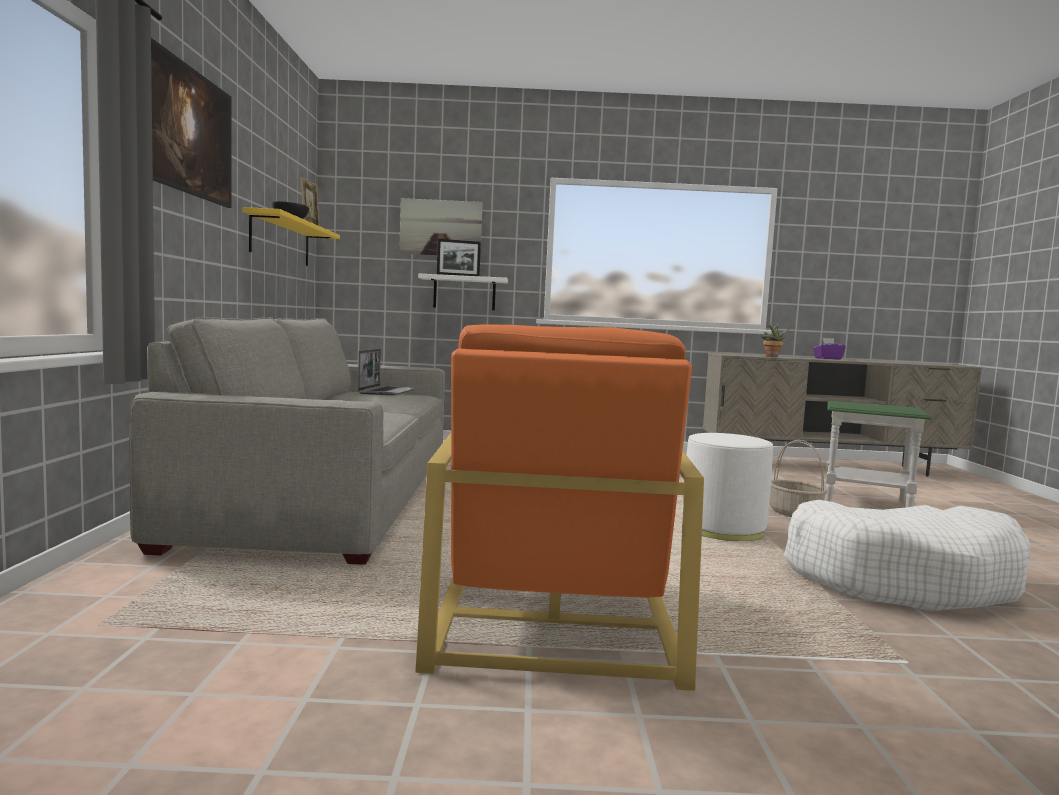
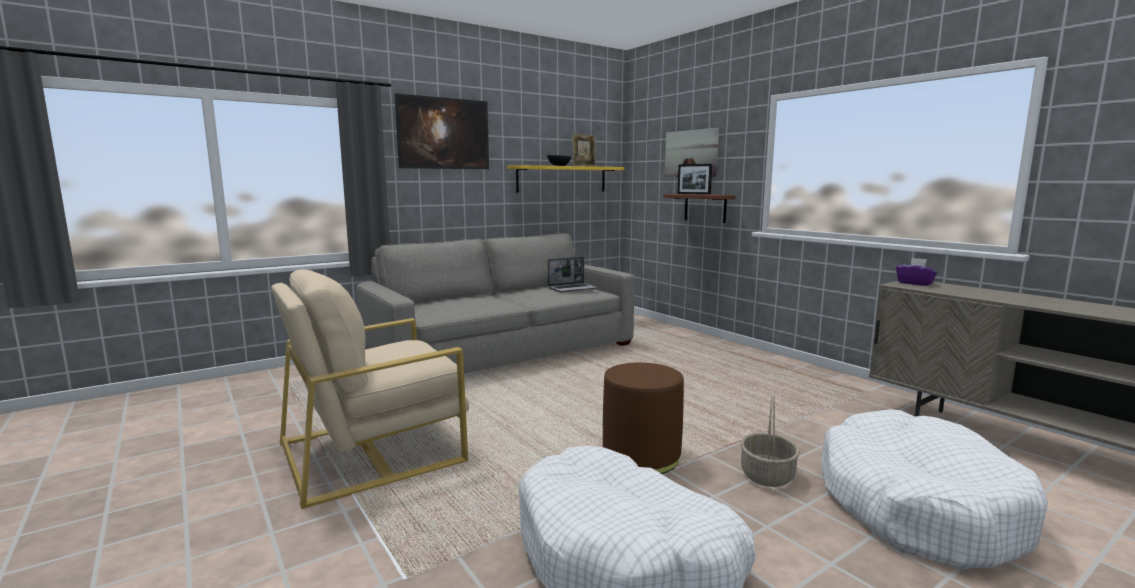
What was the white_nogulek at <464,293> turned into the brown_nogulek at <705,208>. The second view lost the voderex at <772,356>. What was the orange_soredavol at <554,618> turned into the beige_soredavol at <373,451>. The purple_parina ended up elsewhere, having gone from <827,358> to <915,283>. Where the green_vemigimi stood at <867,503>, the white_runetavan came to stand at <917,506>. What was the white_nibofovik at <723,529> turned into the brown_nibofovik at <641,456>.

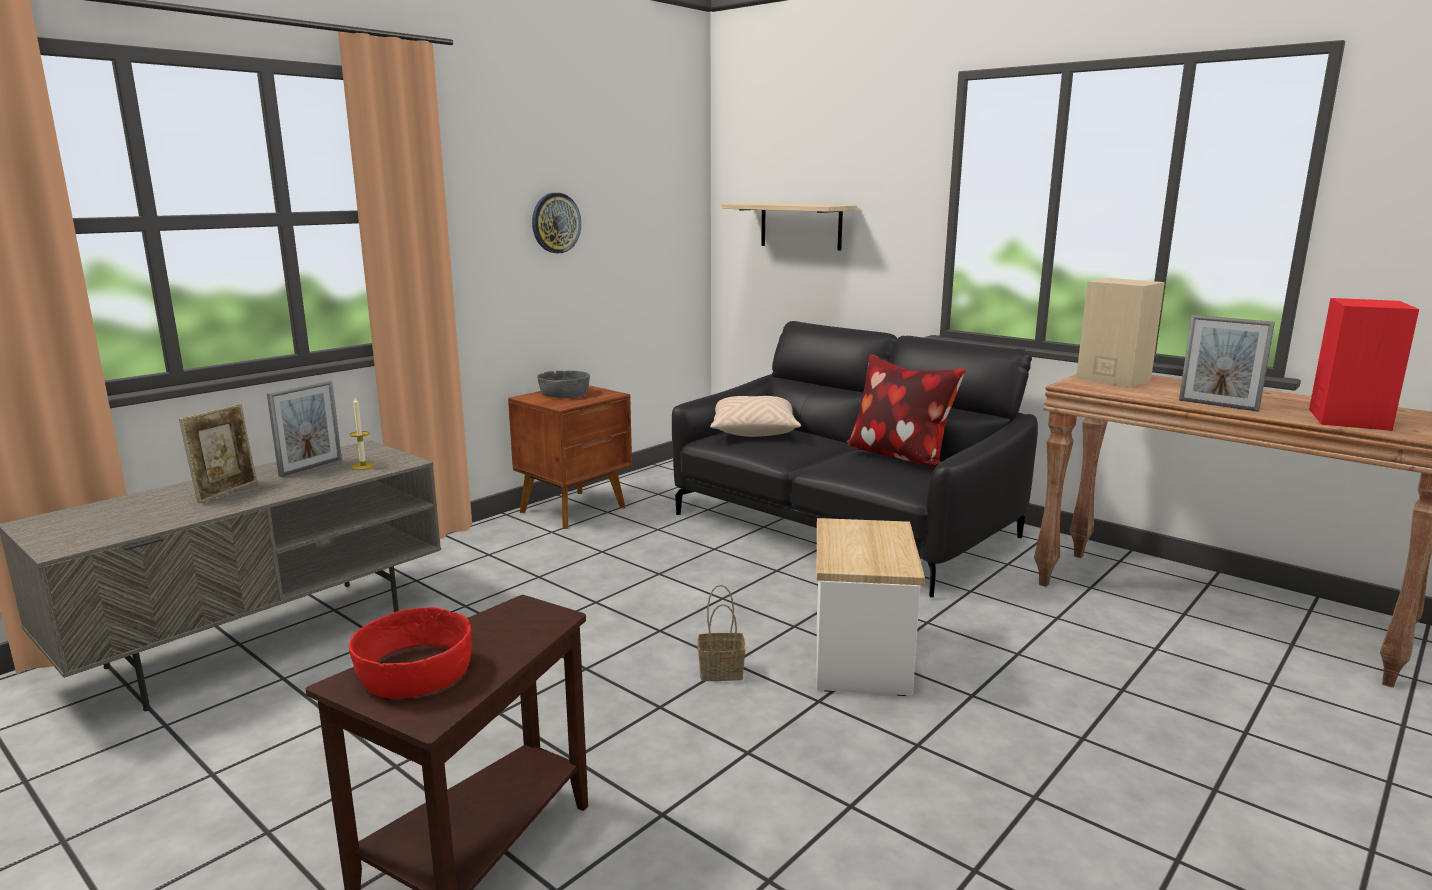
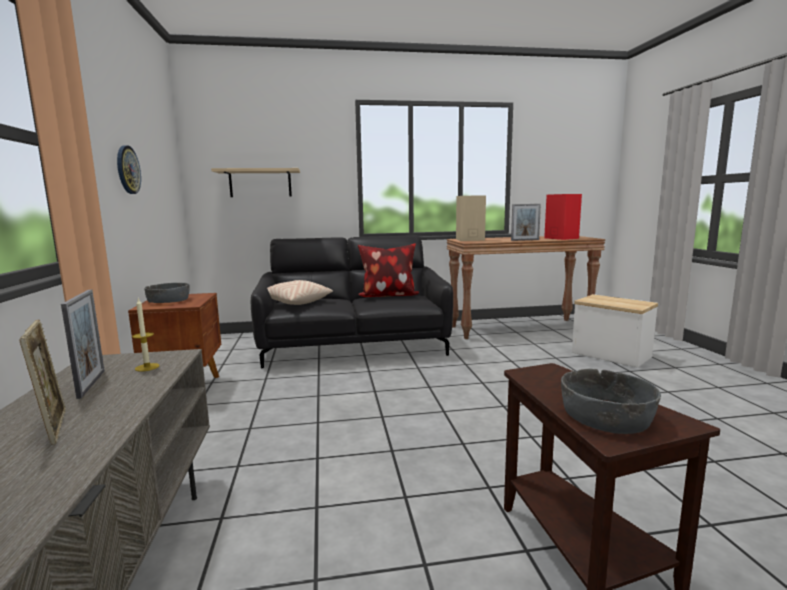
The vemigimi ended up elsewhere, having gone from <862,657> to <611,355>. The second view lost the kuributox at <722,671>. What was the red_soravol at <413,673> turned into the grey_soravol at <607,416>.

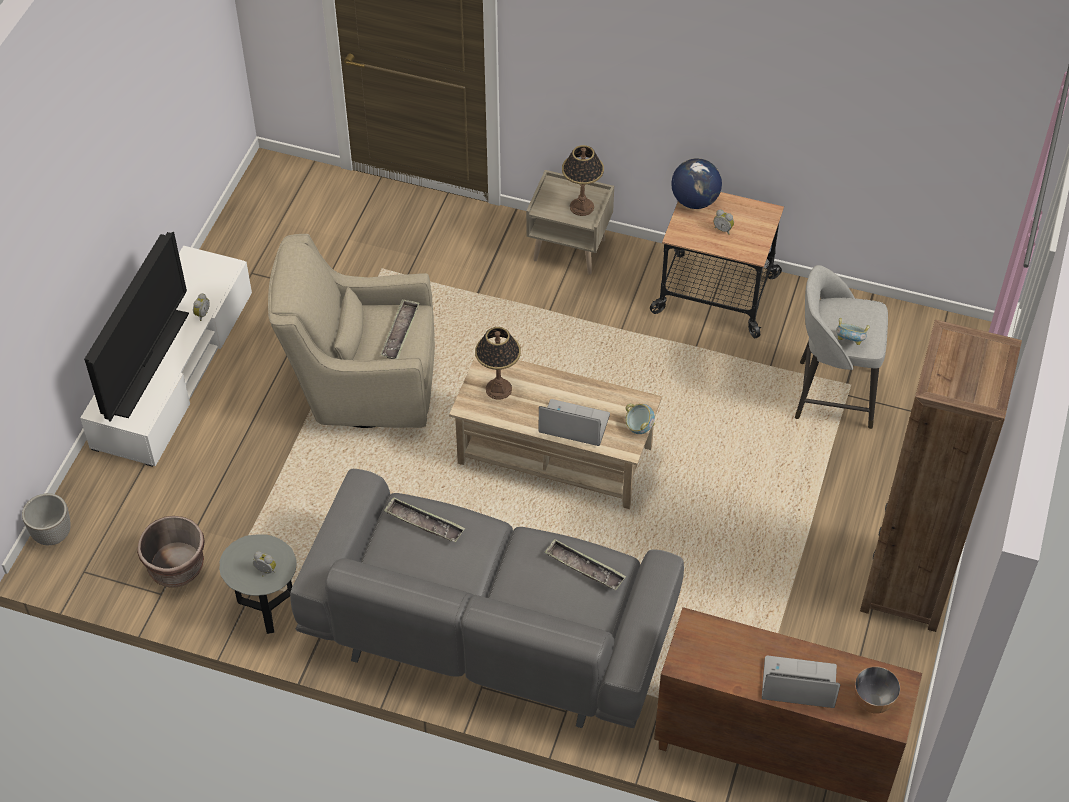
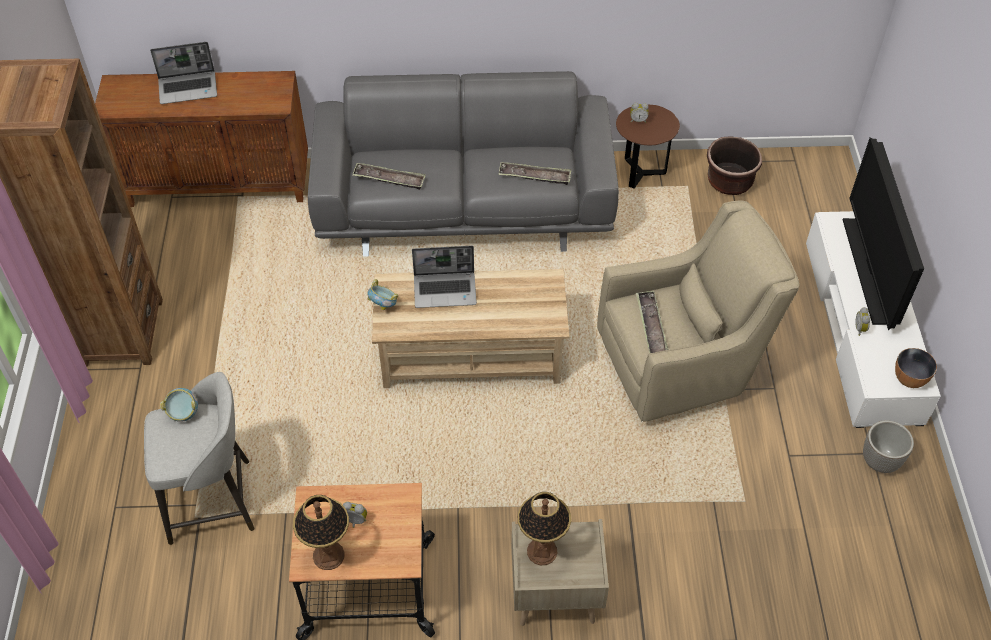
The second view lost the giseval at <694,201>. The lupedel ended up elsewhere, having gone from <498,388> to <329,555>. The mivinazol ended up elsewhere, having gone from <53,535> to <879,461>. What was the grey_vemigimi at <267,609> turned into the brown_vemigimi at <641,173>. The soravol ended up elsewhere, having gone from <872,701> to <909,379>.

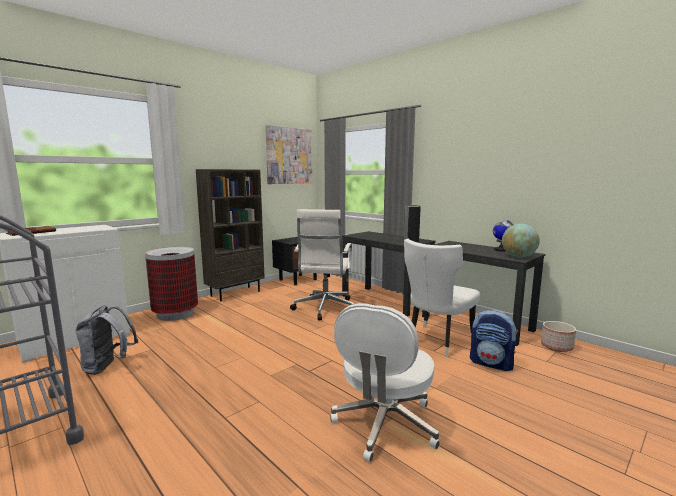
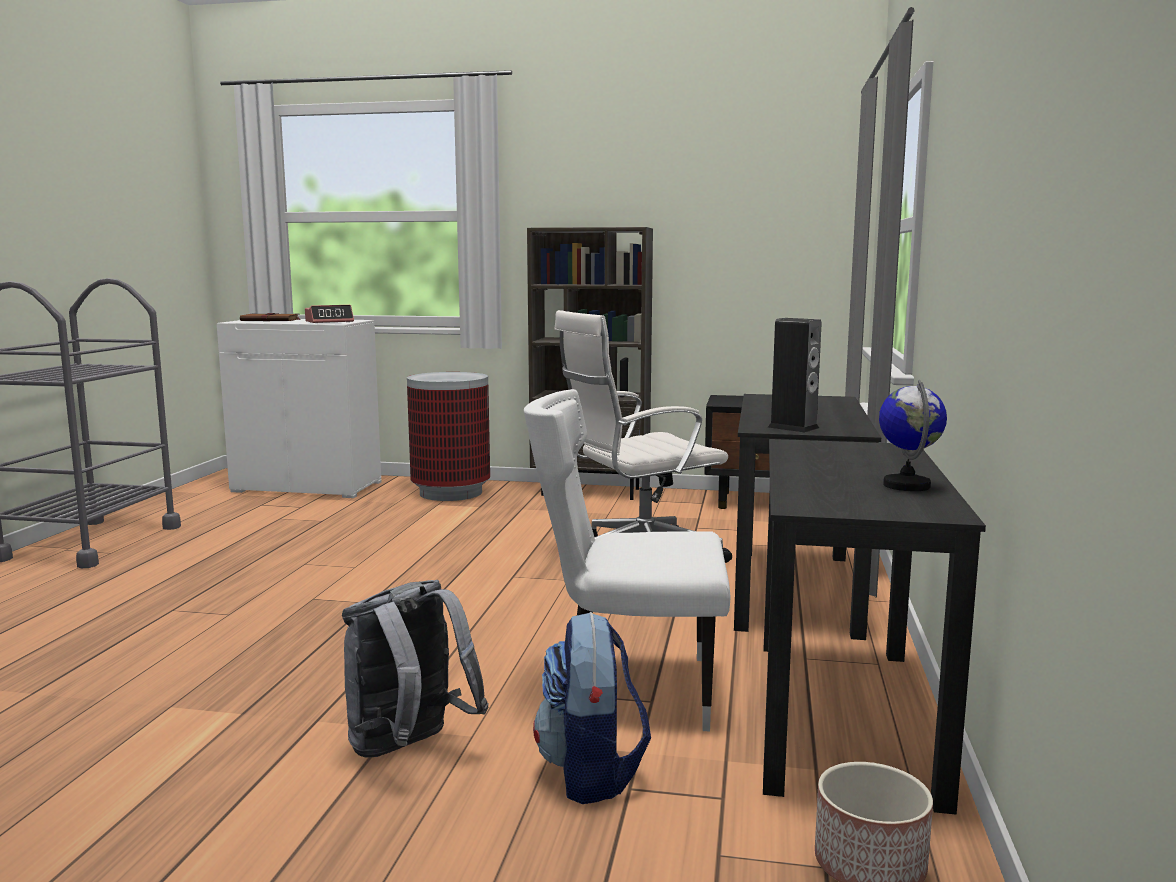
The second view lost the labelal at <289,156>. The second view lost the giseval at <518,257>. The second view lost the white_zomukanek at <384,425>. The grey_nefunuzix ended up elsewhere, having gone from <108,367> to <409,748>. The second view gained the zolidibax at <329,321>.

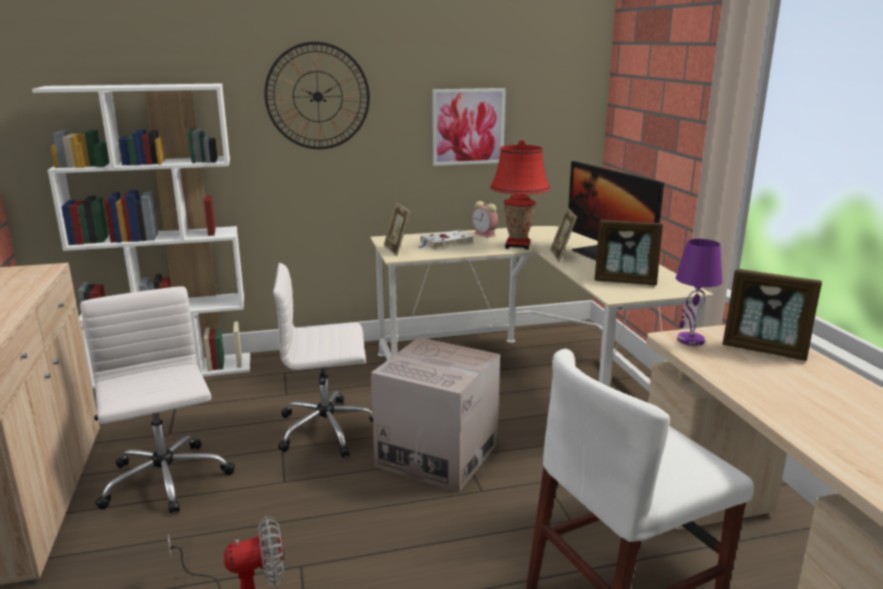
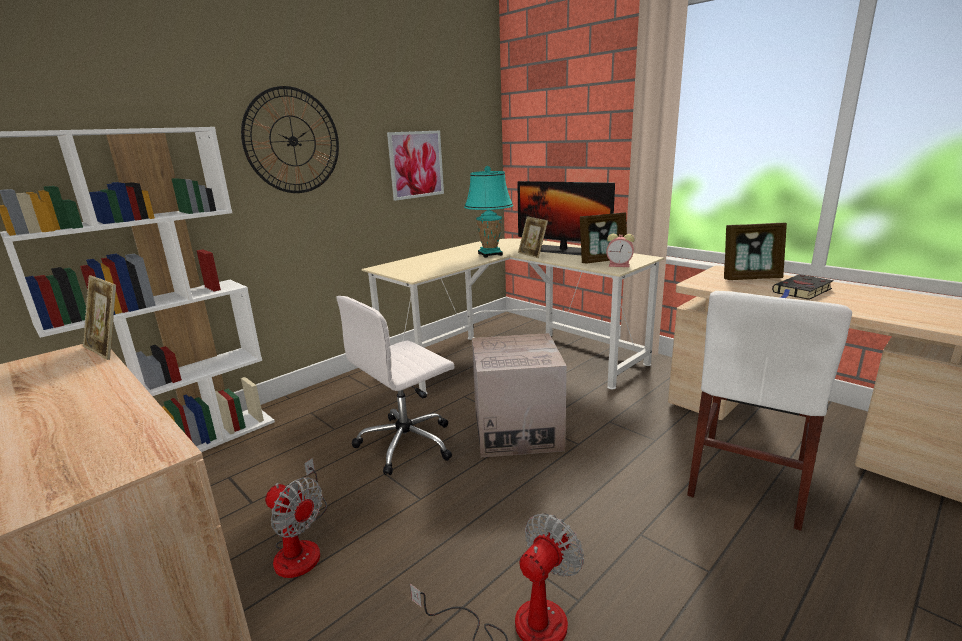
What was the red_lupedel at <518,245> turned into the turquoise_lupedel at <490,254>. The zolidibax ended up elsewhere, having gone from <485,234> to <620,265>. The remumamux ended up elsewhere, having gone from <397,250> to <109,349>. The second view lost the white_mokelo at <445,244>. The second view lost the purple_lupedel at <690,340>. Where the white_zomukanek stood at <166,481>, the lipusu came to stand at <301,546>. The second view gained the black_mokelo at <801,291>.

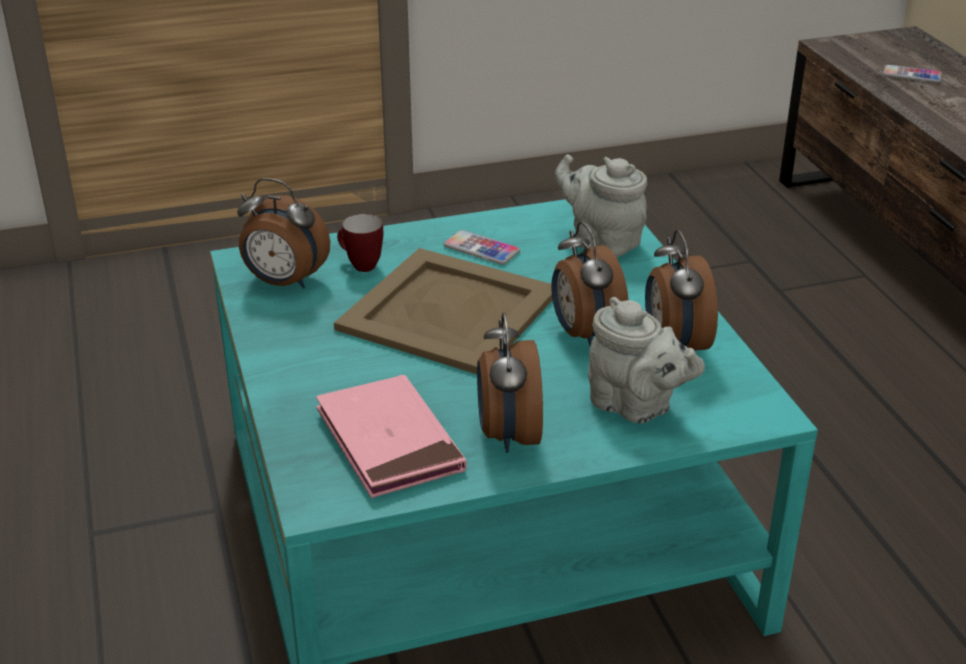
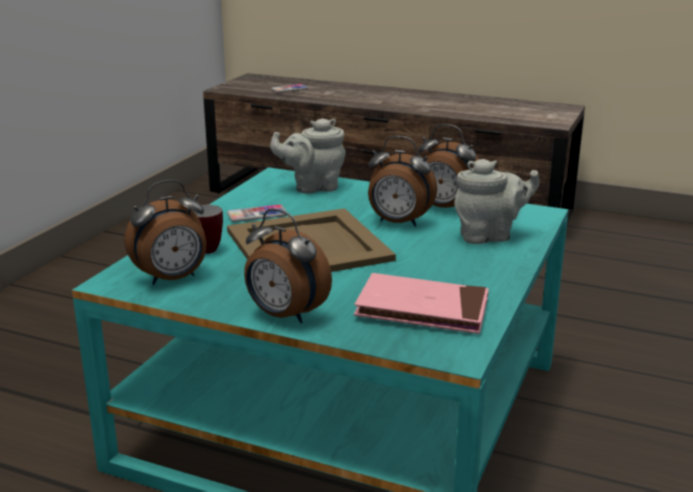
The zolidibax ended up elsewhere, having gone from <507,435> to <285,315>.

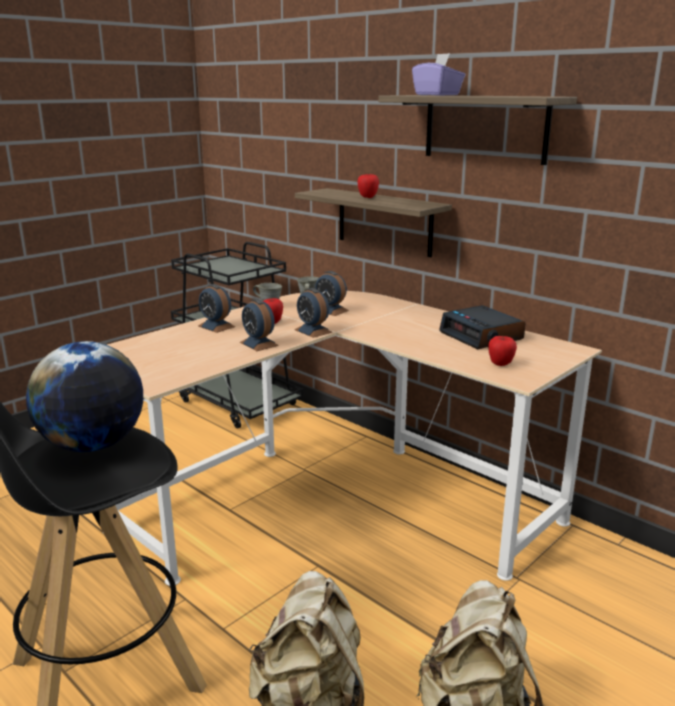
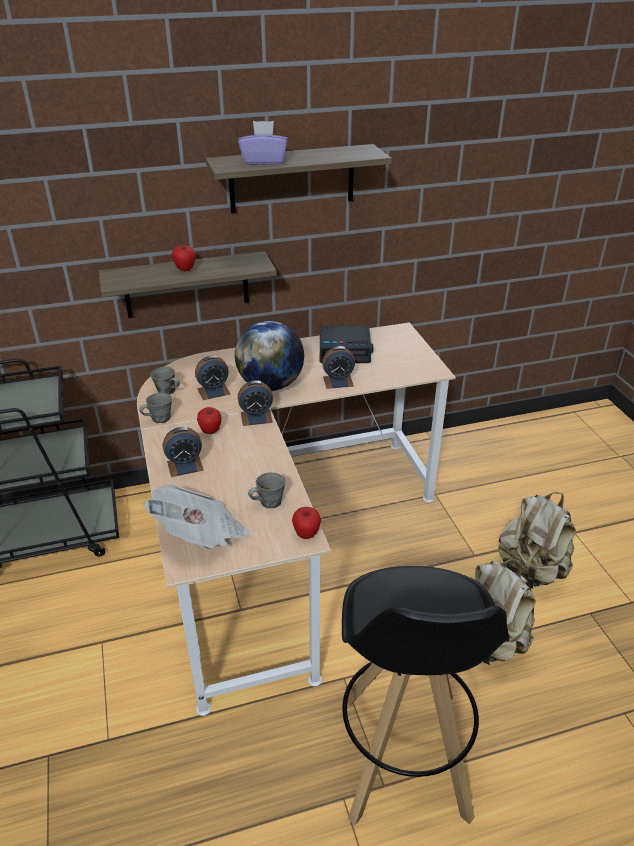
The zolidibax ended up elsewhere, having gone from <259,344> to <338,381>. The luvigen ended up elsewhere, having gone from <500,364> to <306,534>. The giseval ended up elsewhere, having gone from <93,445> to <271,385>. The second view gained the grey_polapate at <269,502>. The second view gained the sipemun at <201,535>.

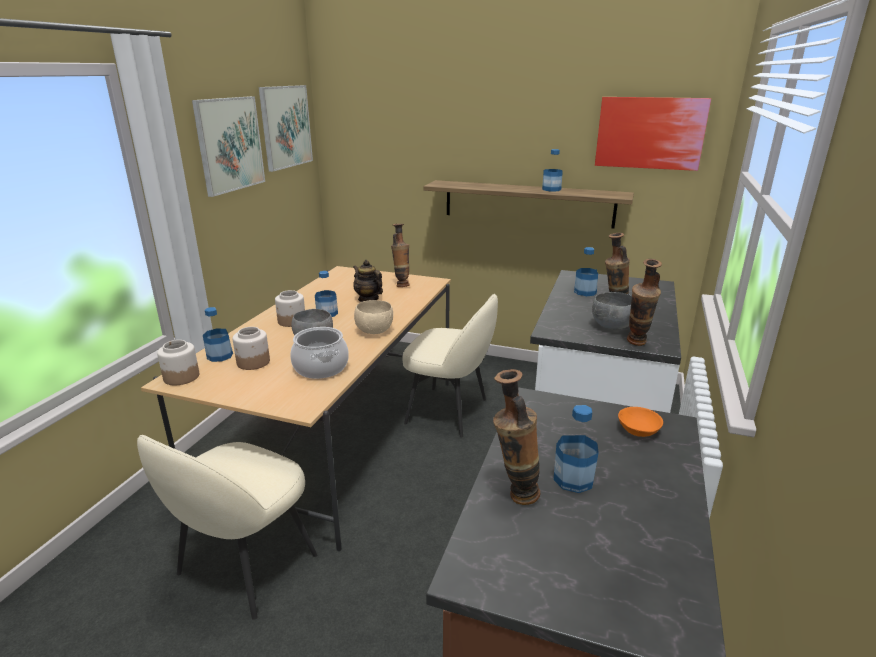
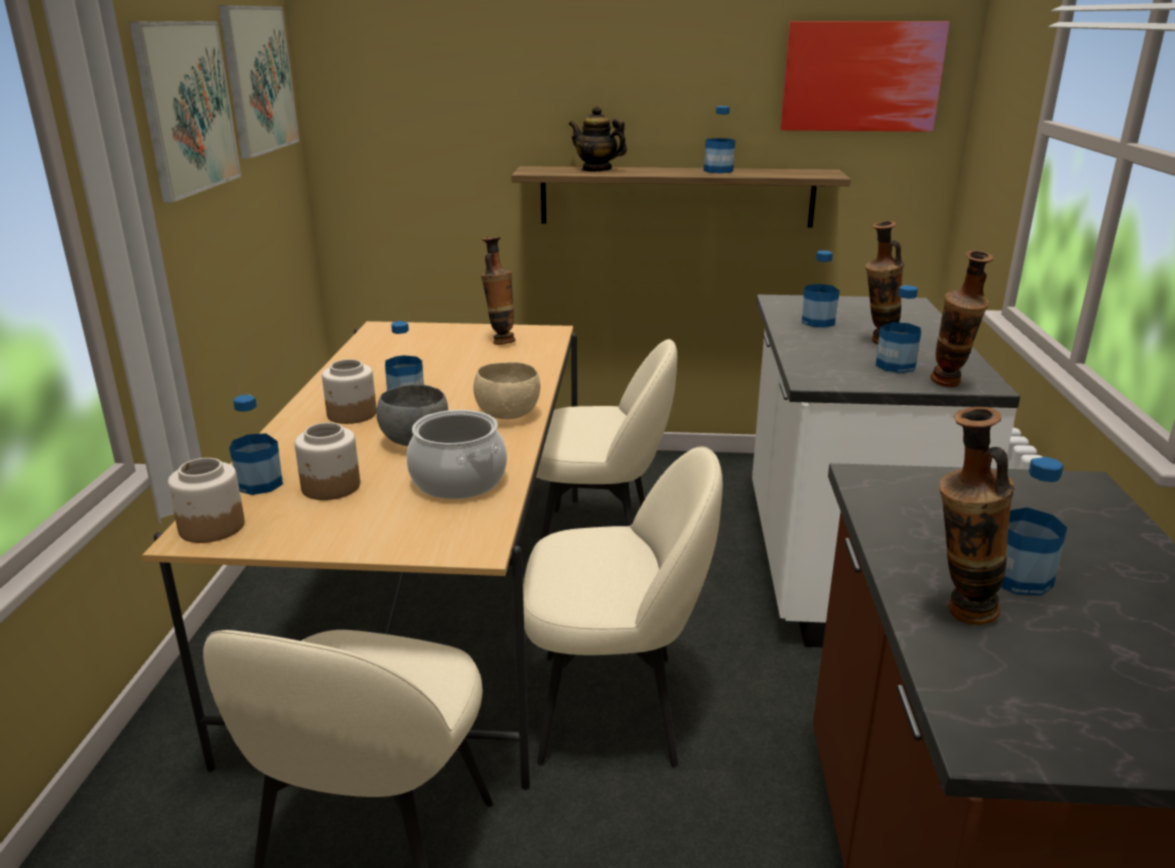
The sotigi ended up elsewhere, having gone from <368,299> to <596,169>. Where the grey_soravol stood at <612,327>, the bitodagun came to stand at <895,366>. The second view lost the orange_soravol at <639,430>. The second view gained the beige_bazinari at <614,707>.

